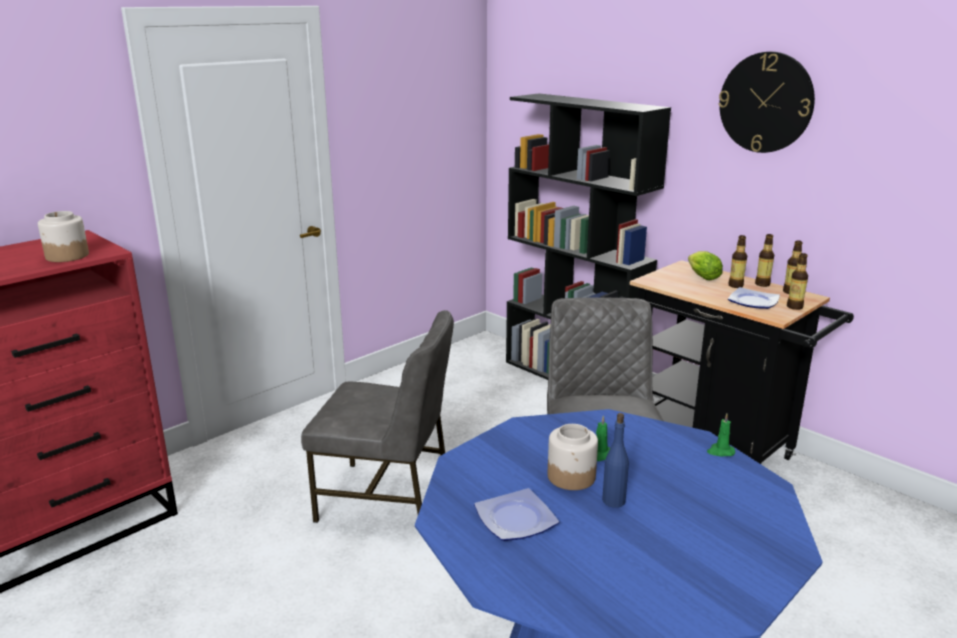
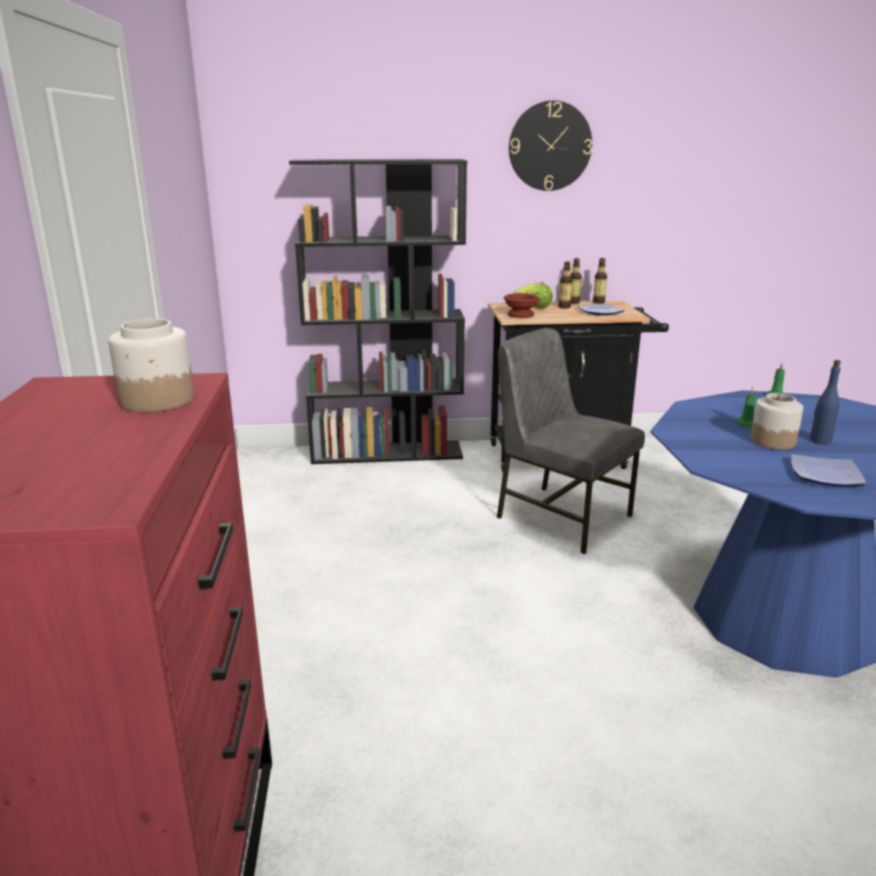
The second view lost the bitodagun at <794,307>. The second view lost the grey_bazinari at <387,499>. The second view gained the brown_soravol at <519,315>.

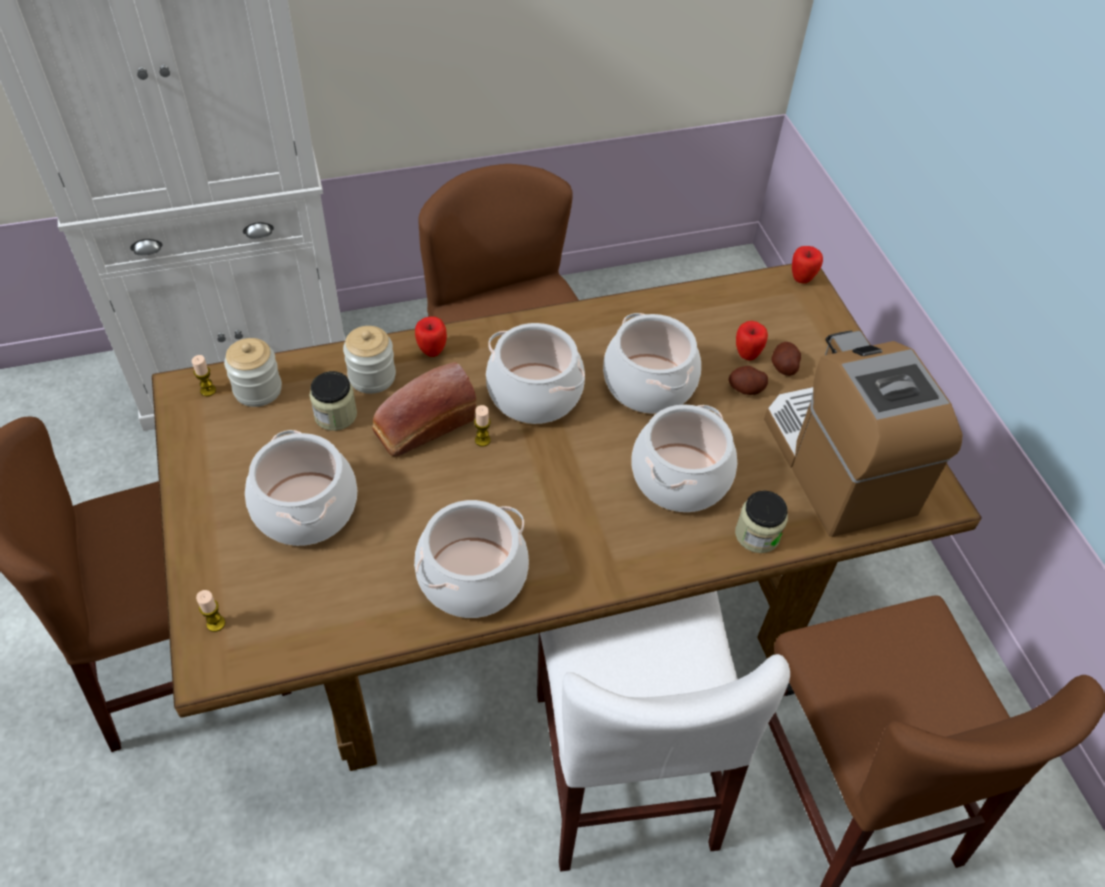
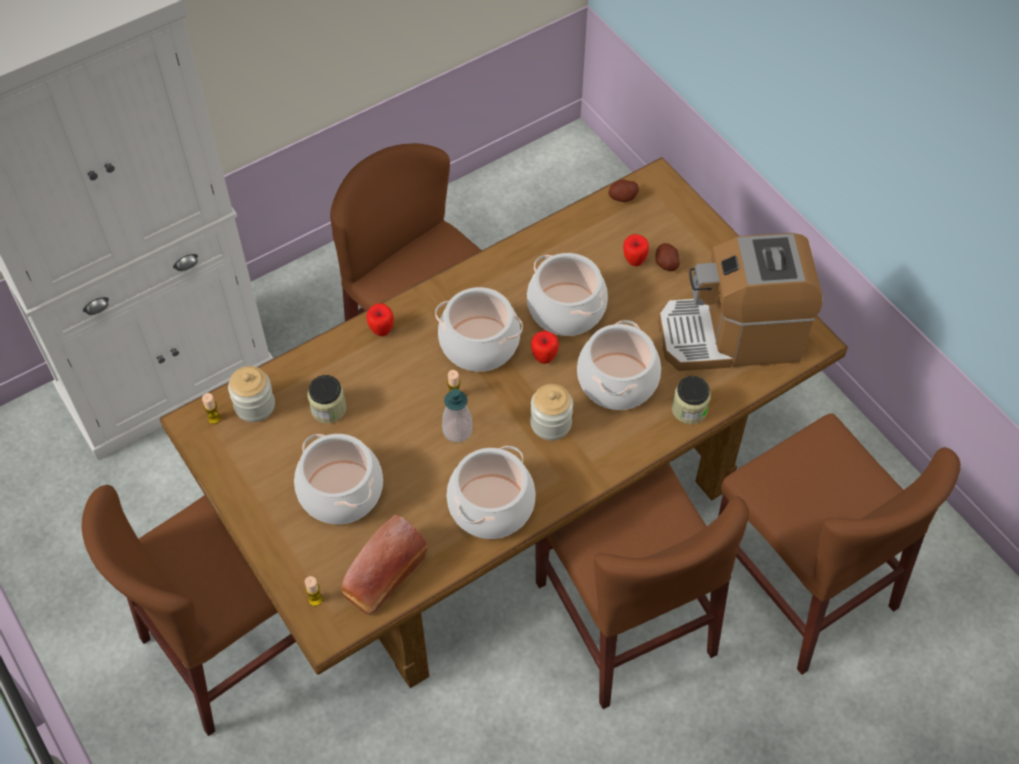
The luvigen ended up elsewhere, having gone from <801,278> to <544,357>. The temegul ended up elsewhere, having gone from <372,377> to <551,423>. The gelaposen at <837,465> ended up facing another way, 60 degrees counterclockwise from before. The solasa ended up elsewhere, having gone from <422,426> to <382,576>. The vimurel ended up elsewhere, having gone from <746,389> to <623,197>. What was the white_bazinari at <623,768> turned into the brown_bazinari at <624,617>. The second view gained the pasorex at <457,430>.

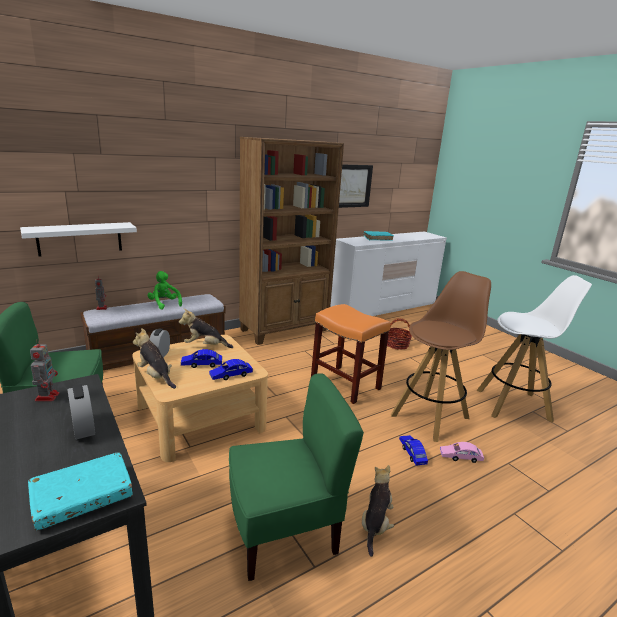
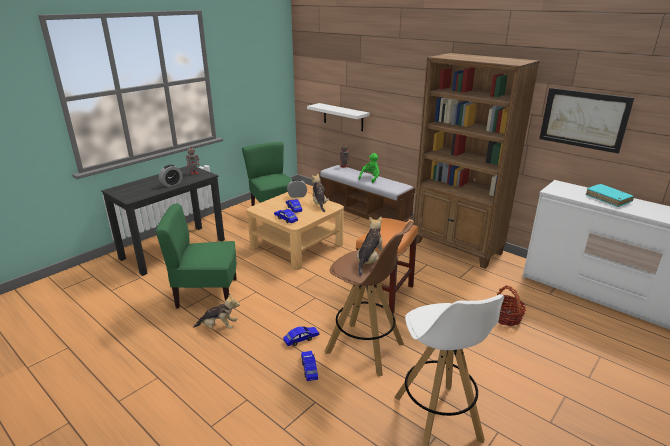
The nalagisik ended up elsewhere, having gone from <155,376> to <369,261>. The green_bazinari at <284,531> ended up facing another way, 120 degrees clockwise from before. What was the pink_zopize at <460,457> turned into the blue_zopize at <309,368>. The second view lost the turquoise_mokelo at <82,497>.

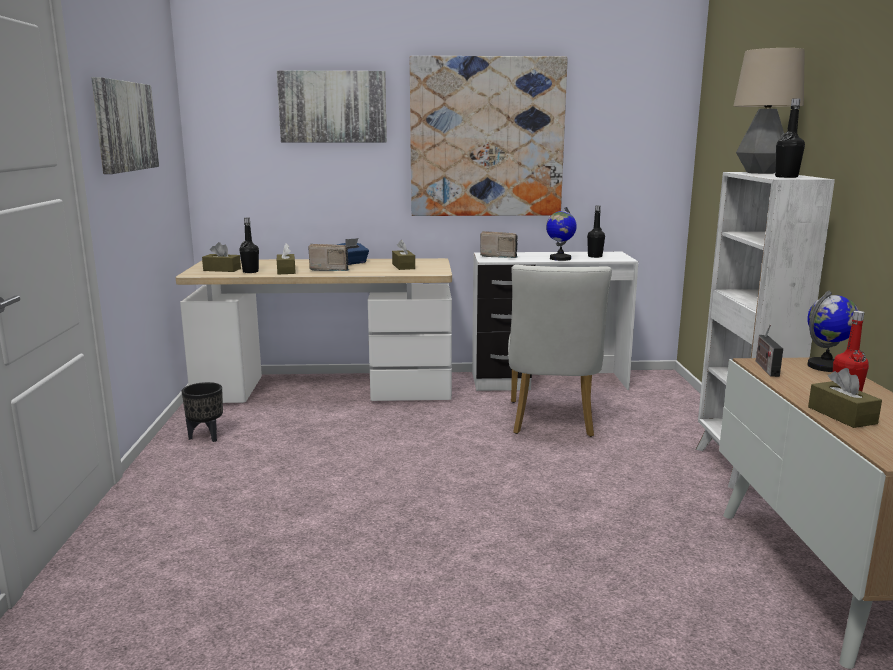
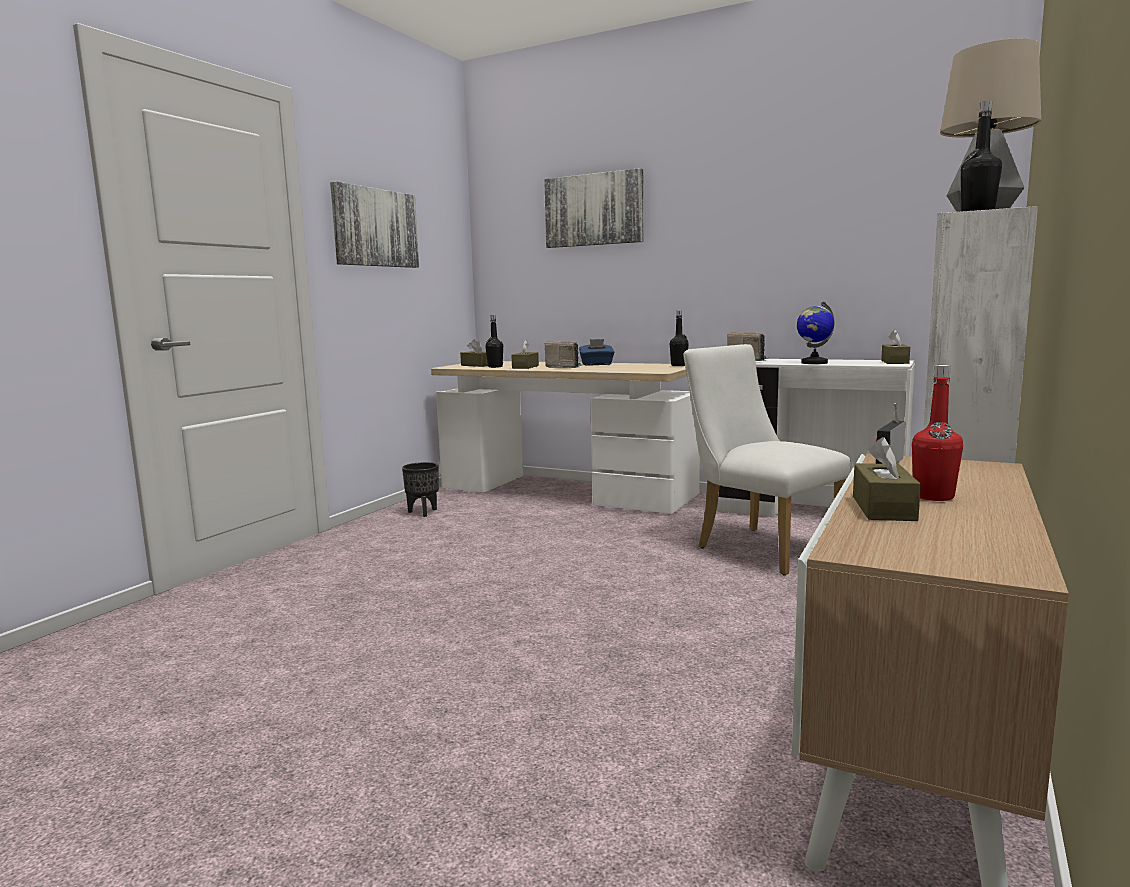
The second view lost the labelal at <487,138>. The black_bitodagun ended up elsewhere, having gone from <595,256> to <678,365>. The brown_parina ended up elsewhere, having gone from <403,266> to <894,362>. The white_bazinari at <551,422> ended up facing another way, 105 degrees clockwise from before. The second view lost the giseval at <826,367>.

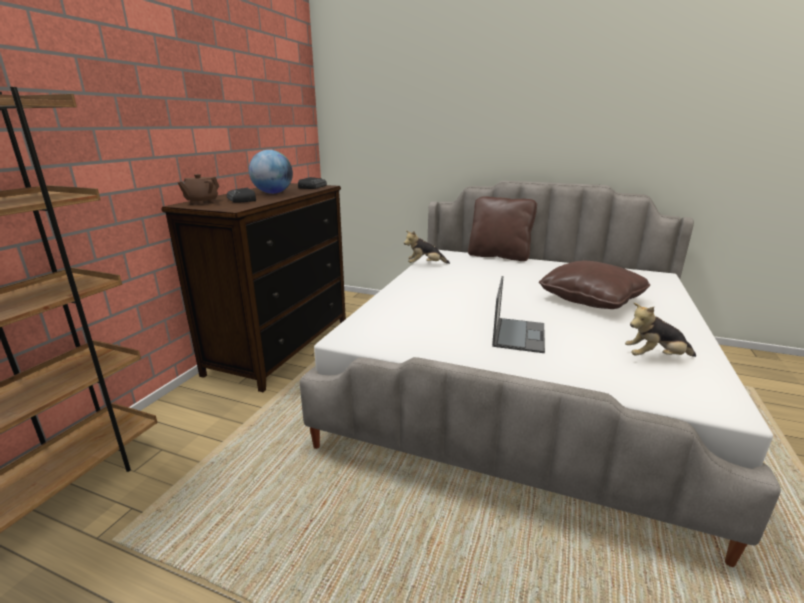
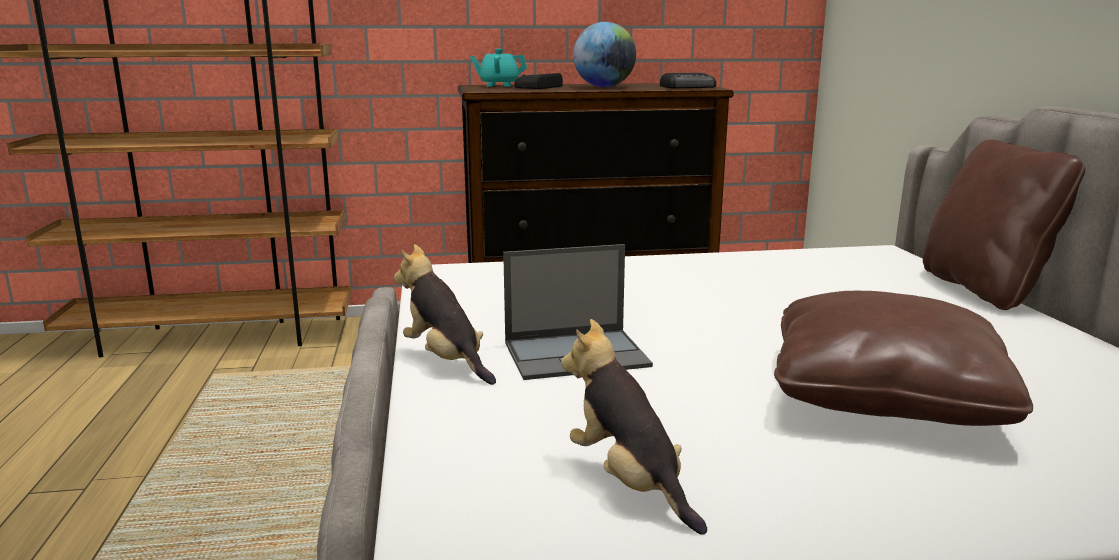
What was the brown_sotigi at <201,202> turned into the turquoise_sotigi at <499,85>. The nalagisik ended up elsewhere, having gone from <425,265> to <446,360>.

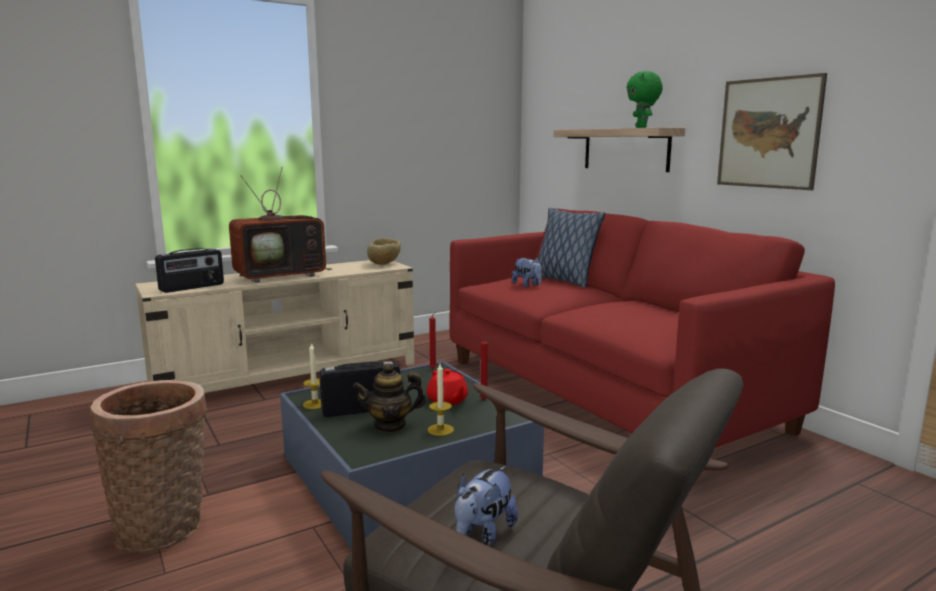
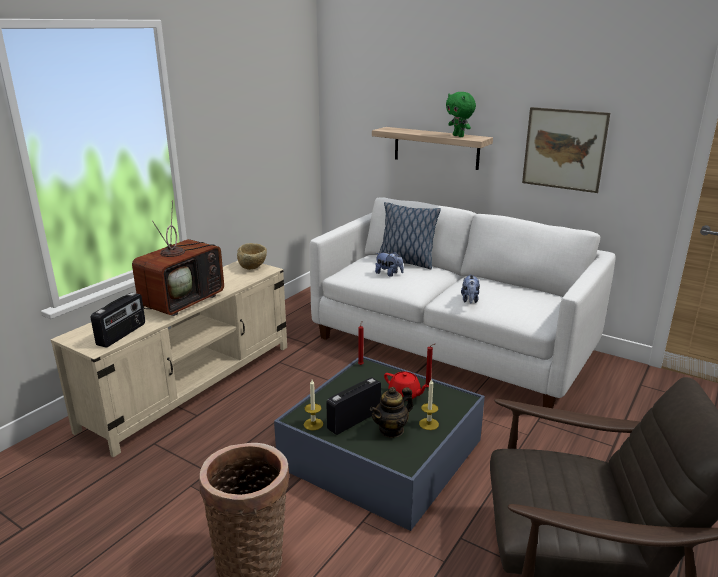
What was the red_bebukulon at <605,393> turned into the white_bebukulon at <451,345>. The nalagisik ended up elsewhere, having gone from <483,534> to <470,300>.

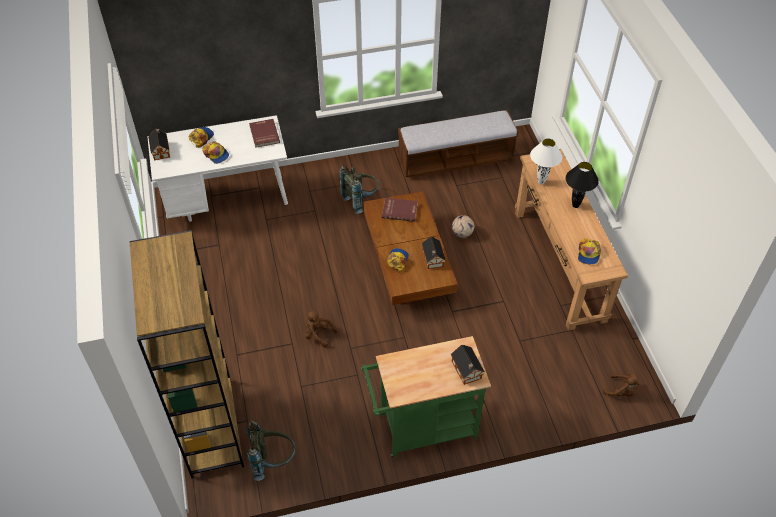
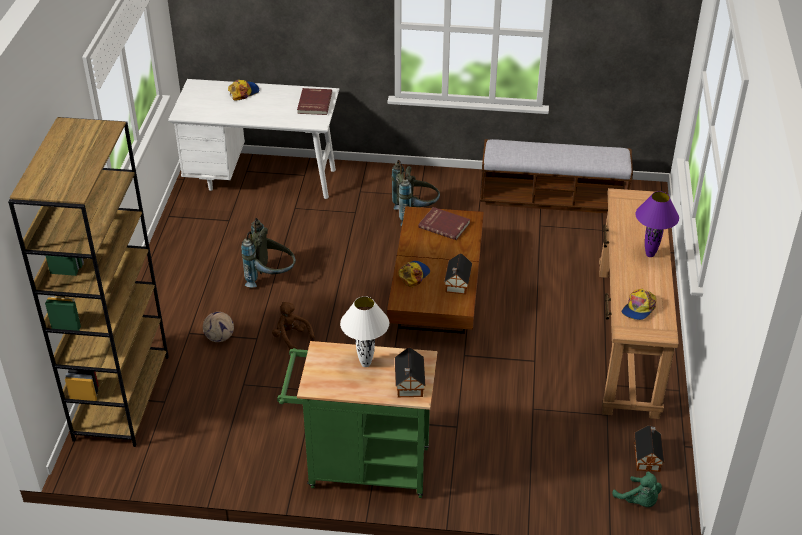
The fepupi ended up elsewhere, having gone from <161,150> to <647,456>. The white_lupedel ended up elsewhere, having gone from <541,182> to <365,364>. The second view lost the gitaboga at <216,154>. What was the black_lupedel at <575,206> turned into the purple_lupedel at <650,255>. The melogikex ended up elsewhere, having gone from <462,233> to <220,337>. What was the brown_nalagisik at <622,391> turned into the green_nalagisik at <639,501>. The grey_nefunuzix ended up elsewhere, having gone from <273,461> to <271,278>.

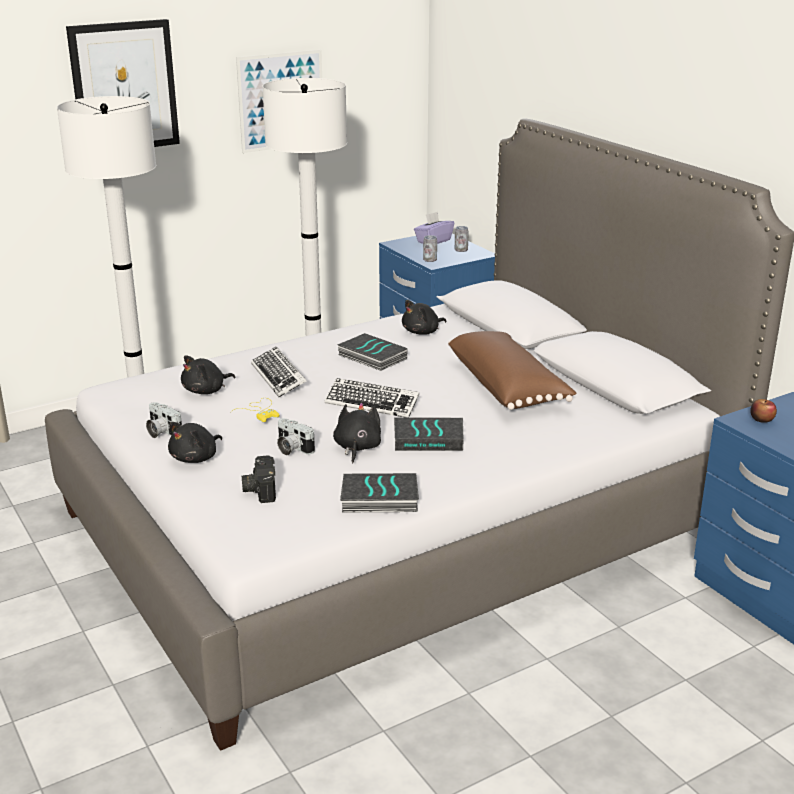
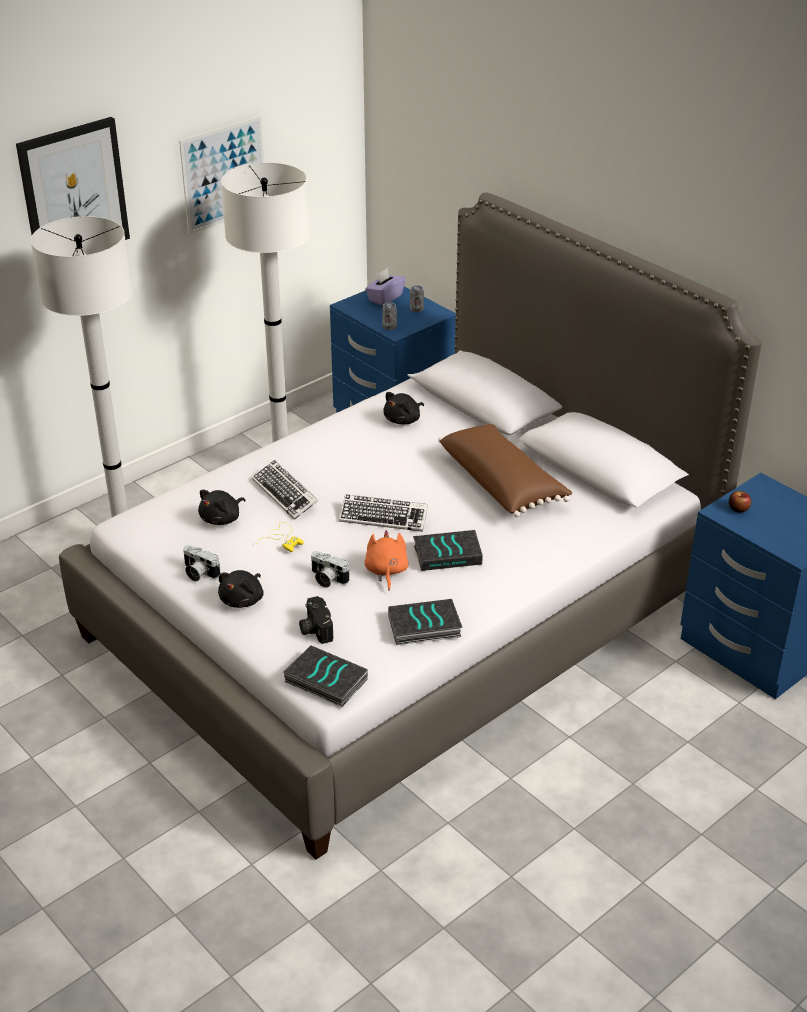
The mokelo ended up elsewhere, having gone from <371,357> to <324,681>. What was the black_nalagisik at <357,448> turned into the orange_nalagisik at <386,571>.

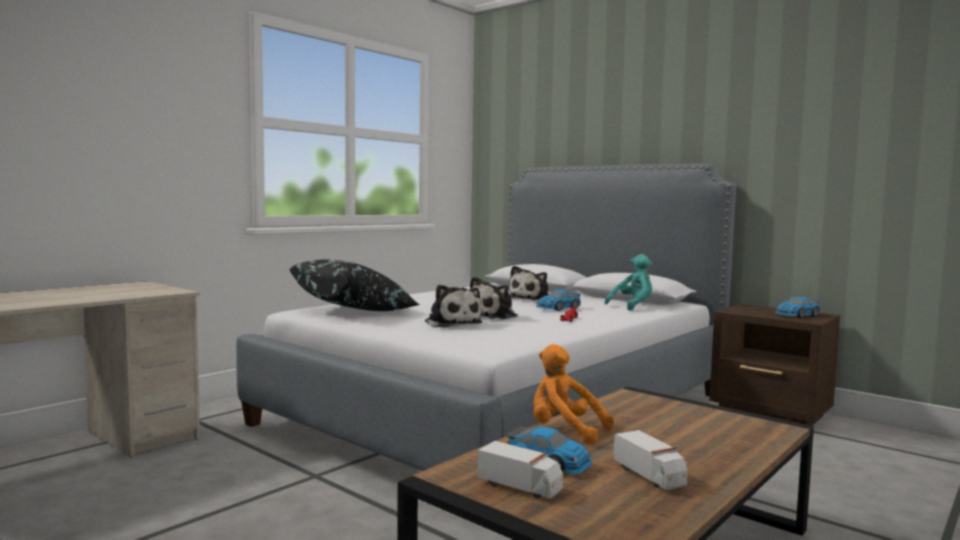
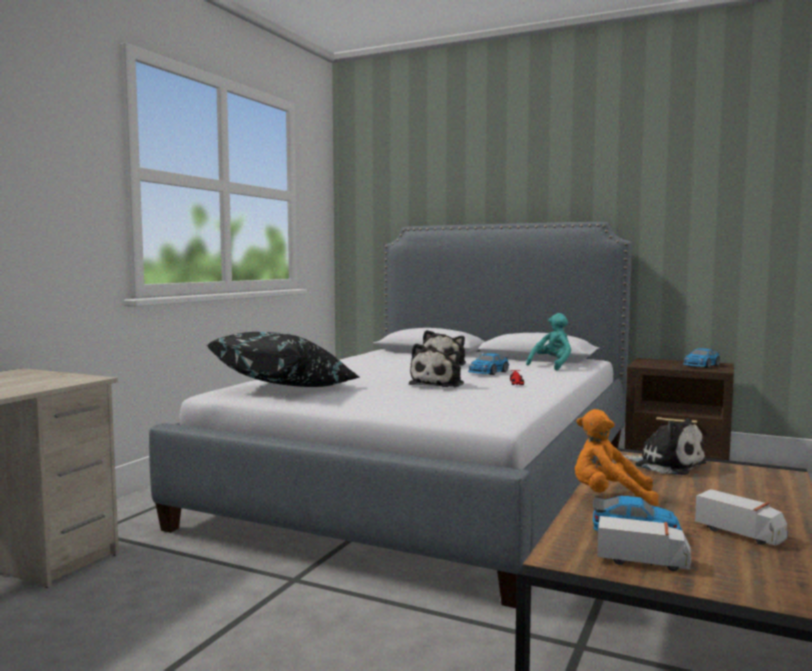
The nalagisik ended up elsewhere, having gone from <452,323> to <666,465>.

